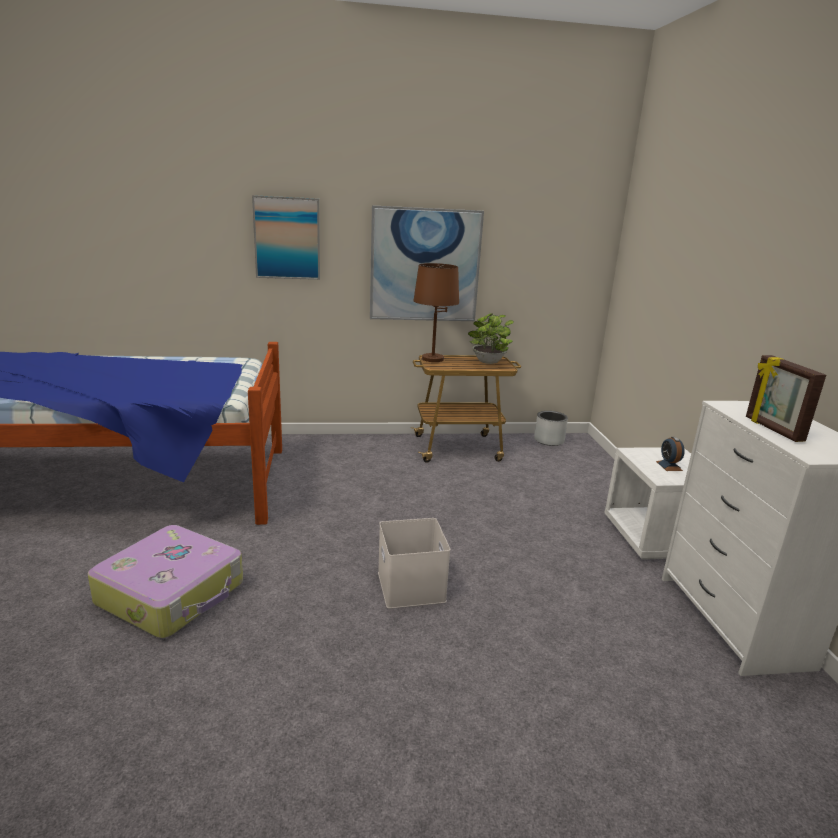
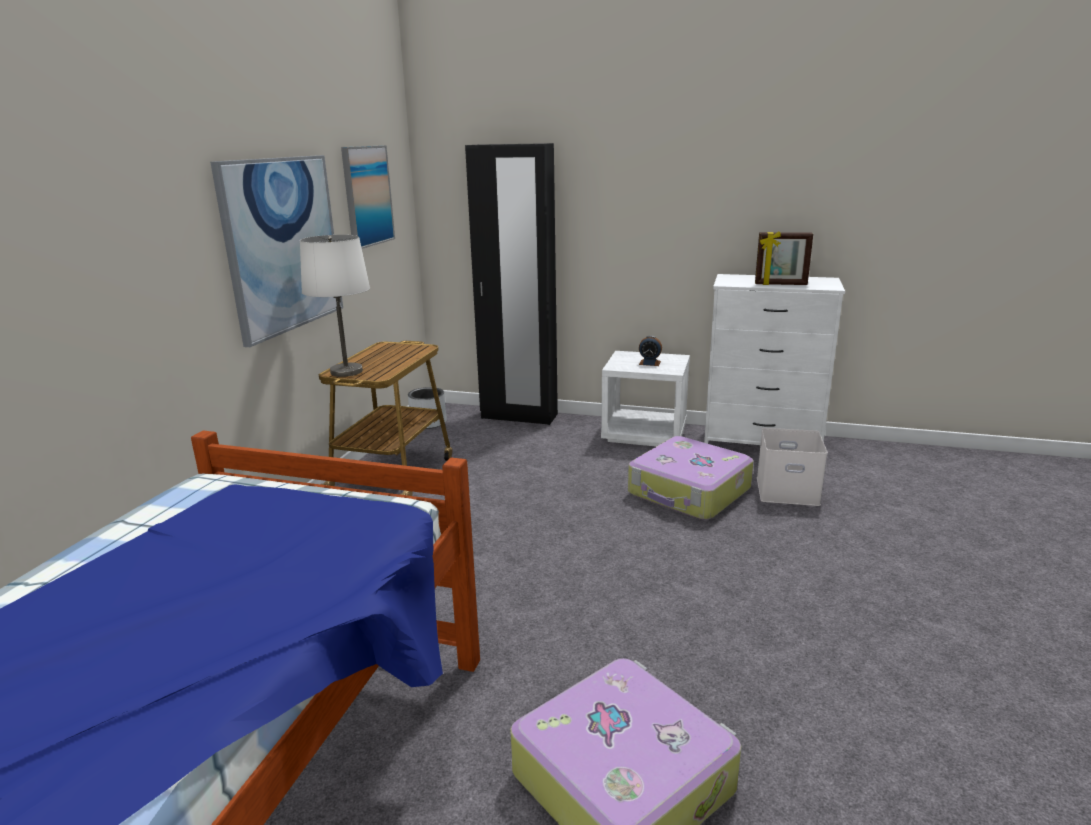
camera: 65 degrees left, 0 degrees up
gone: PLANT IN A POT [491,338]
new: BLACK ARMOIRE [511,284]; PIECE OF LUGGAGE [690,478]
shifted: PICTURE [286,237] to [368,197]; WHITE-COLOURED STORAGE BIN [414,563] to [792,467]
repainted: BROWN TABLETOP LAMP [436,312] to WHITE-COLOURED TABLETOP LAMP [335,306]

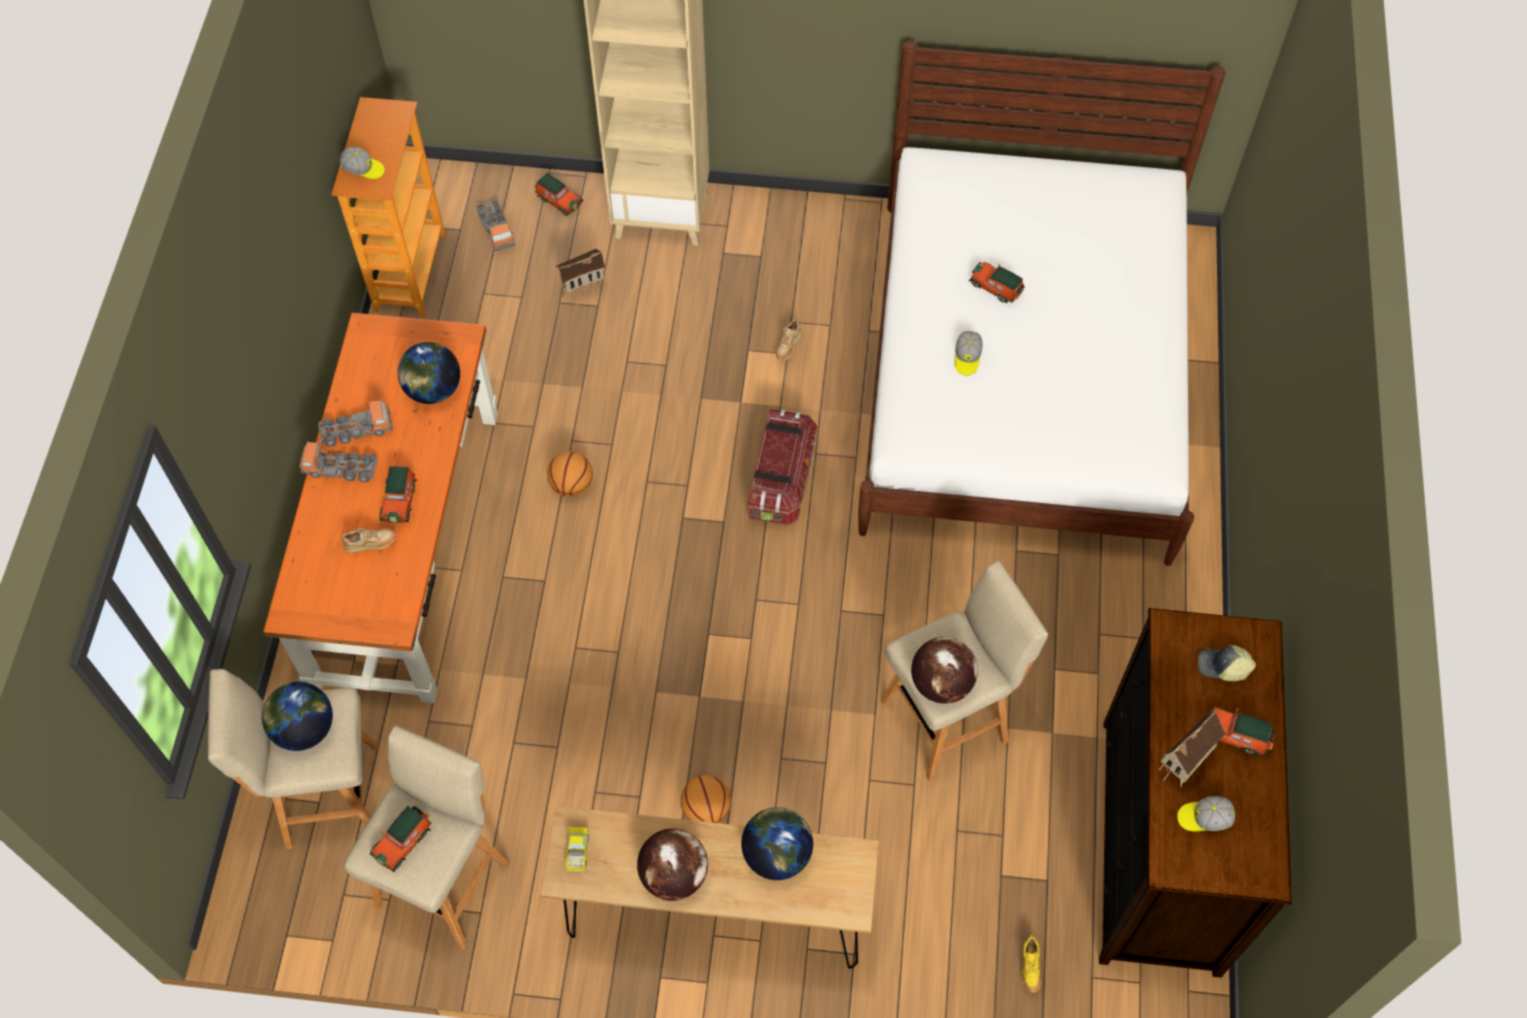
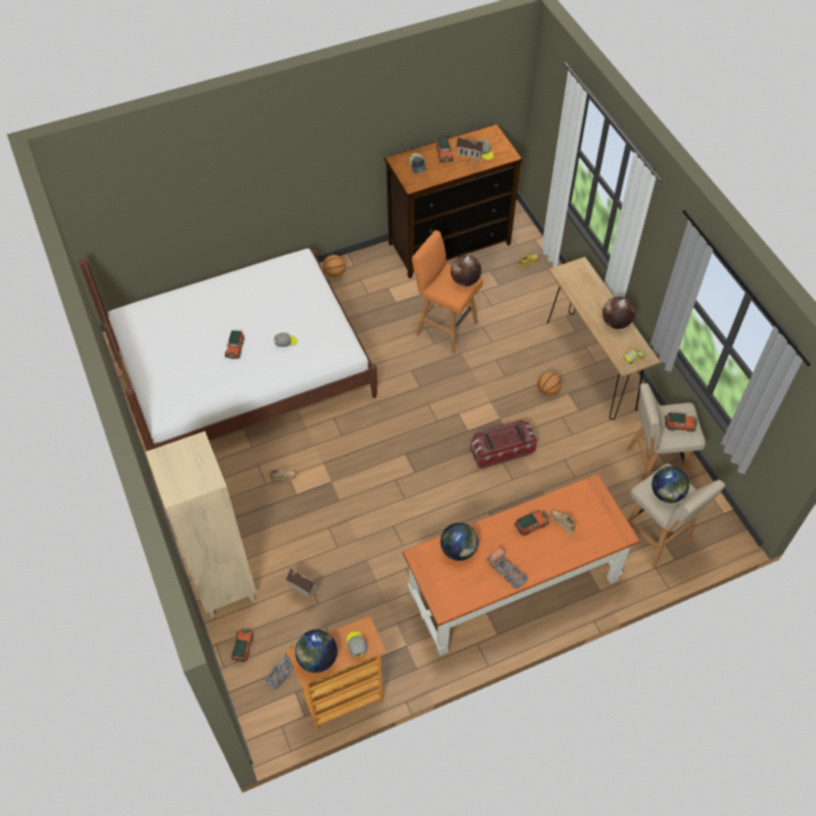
camera: 120 degrees left, 5 degrees down
gone: TOY TRUCK [339,461]
shifted: BASKETBALL [570,474] to [334,266]; DESK GLOBE [777,843] to [316,651]; STORAGE BIN [783,467] to [503,444]
repainted: BEIGE STOOL SEAT [964,671] to ORANGEY STOOL SEAT [447,292]

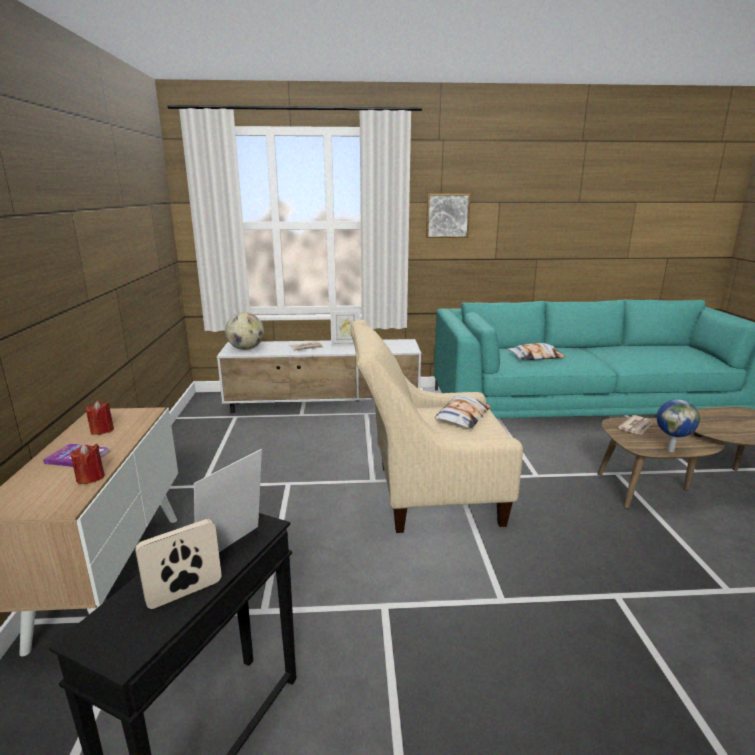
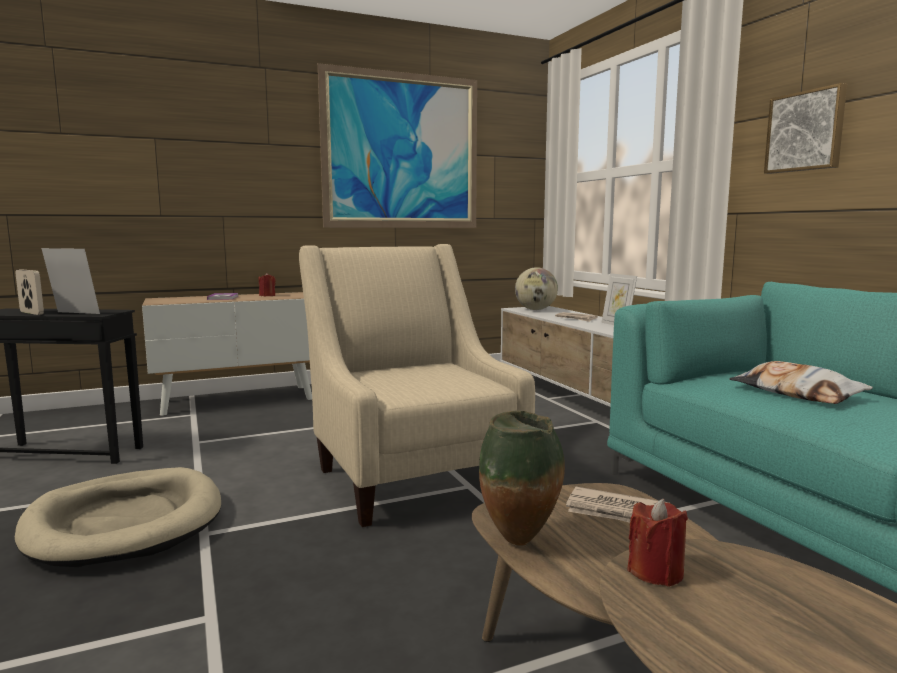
camera: 70 degrees right, 10 degrees down
gone: THROW PILLOW [462,412]
new: BEIGE DOG CUSHION [118,517]; PICTURE [397,145]
shifted: REDDISH CANDLE [87,463] to [657,543]
swapped: DESK GLOBE [678,426] to DECORATIVE VASE [522,478]

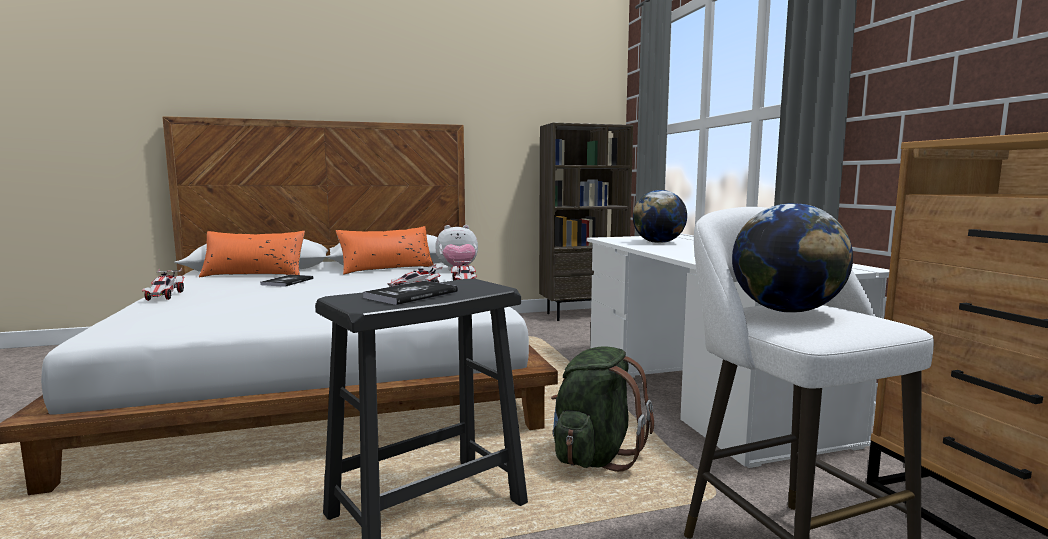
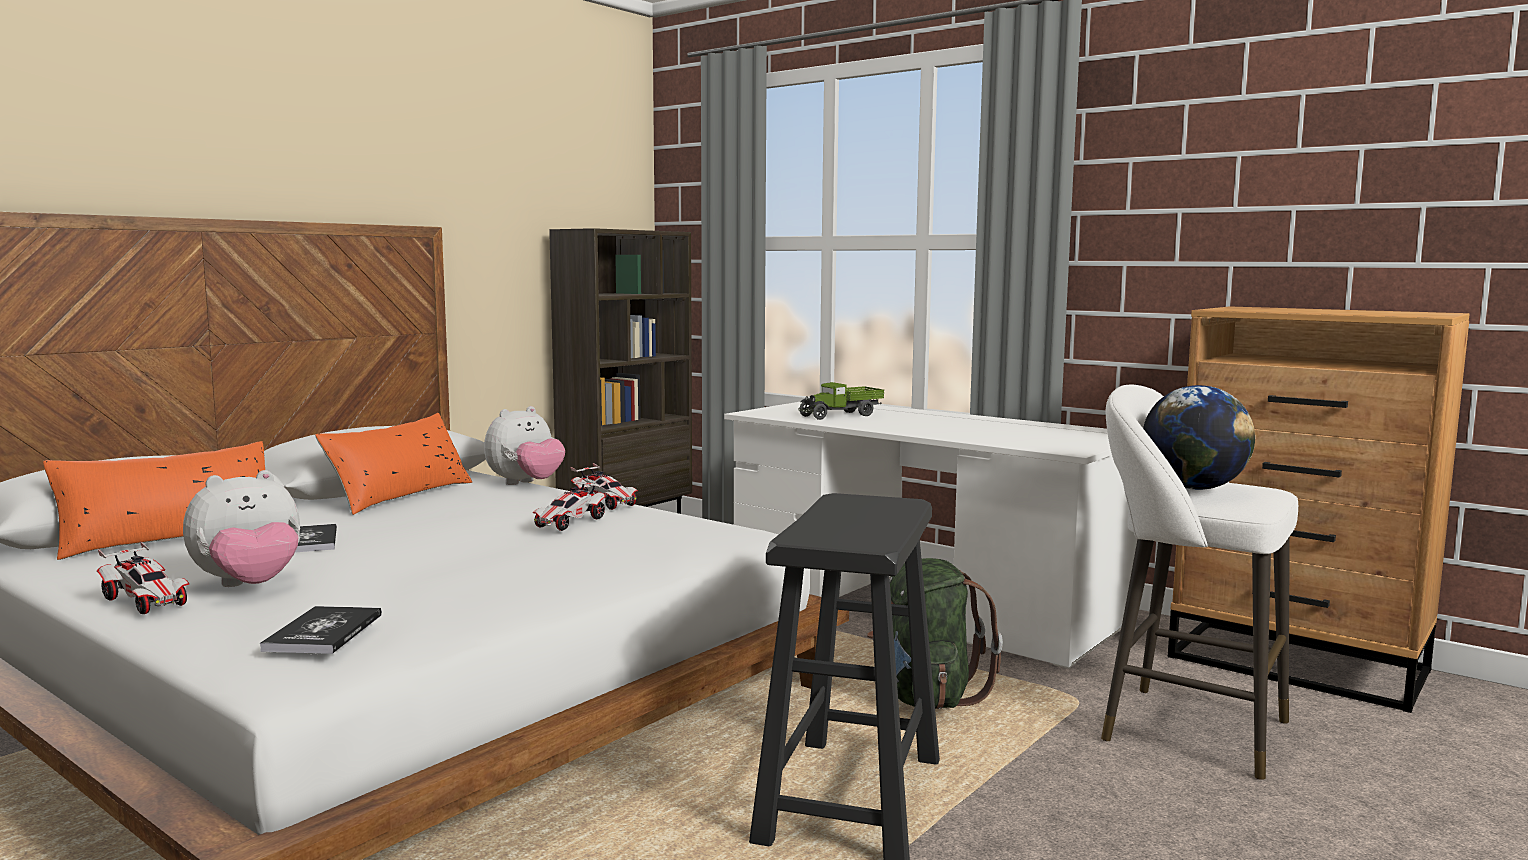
camera: 35 degrees left, 0 degrees up
new: CUDDLY TOY [241,528]
shifted: BOUND BOOK [410,293] to [321,630]
swapped: DESK GLOBE [660,216] to TOY TRUCK [841,401]

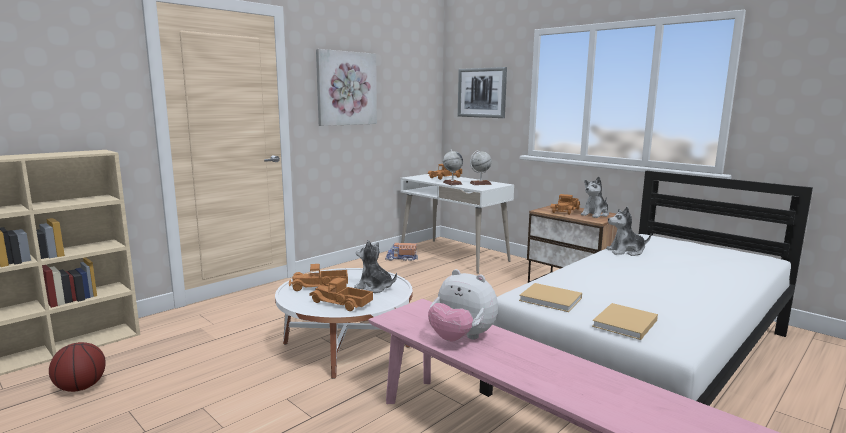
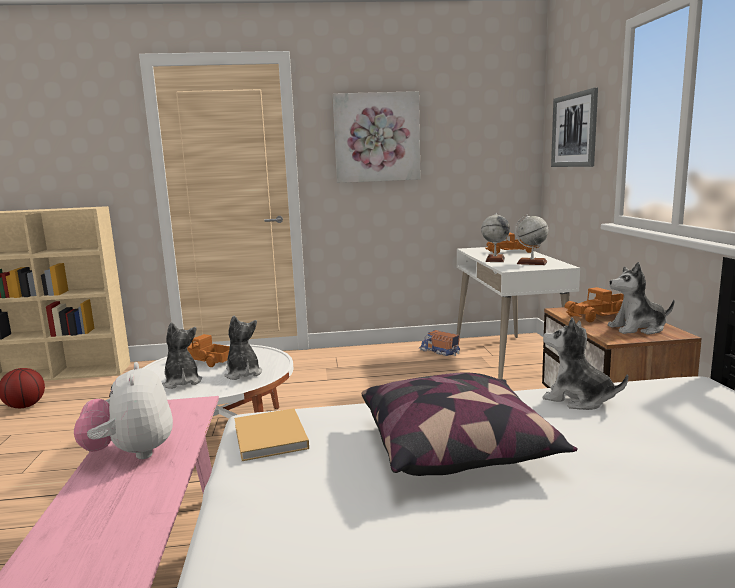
camera: 40 degrees right, 0 degrees up
gone: BEIGE BOUND BOOK [625,321]
new: THROW PILLOW [470,424]
swapped: TOY TRUCK [341,294] to CUDDLY TOY [182,355]

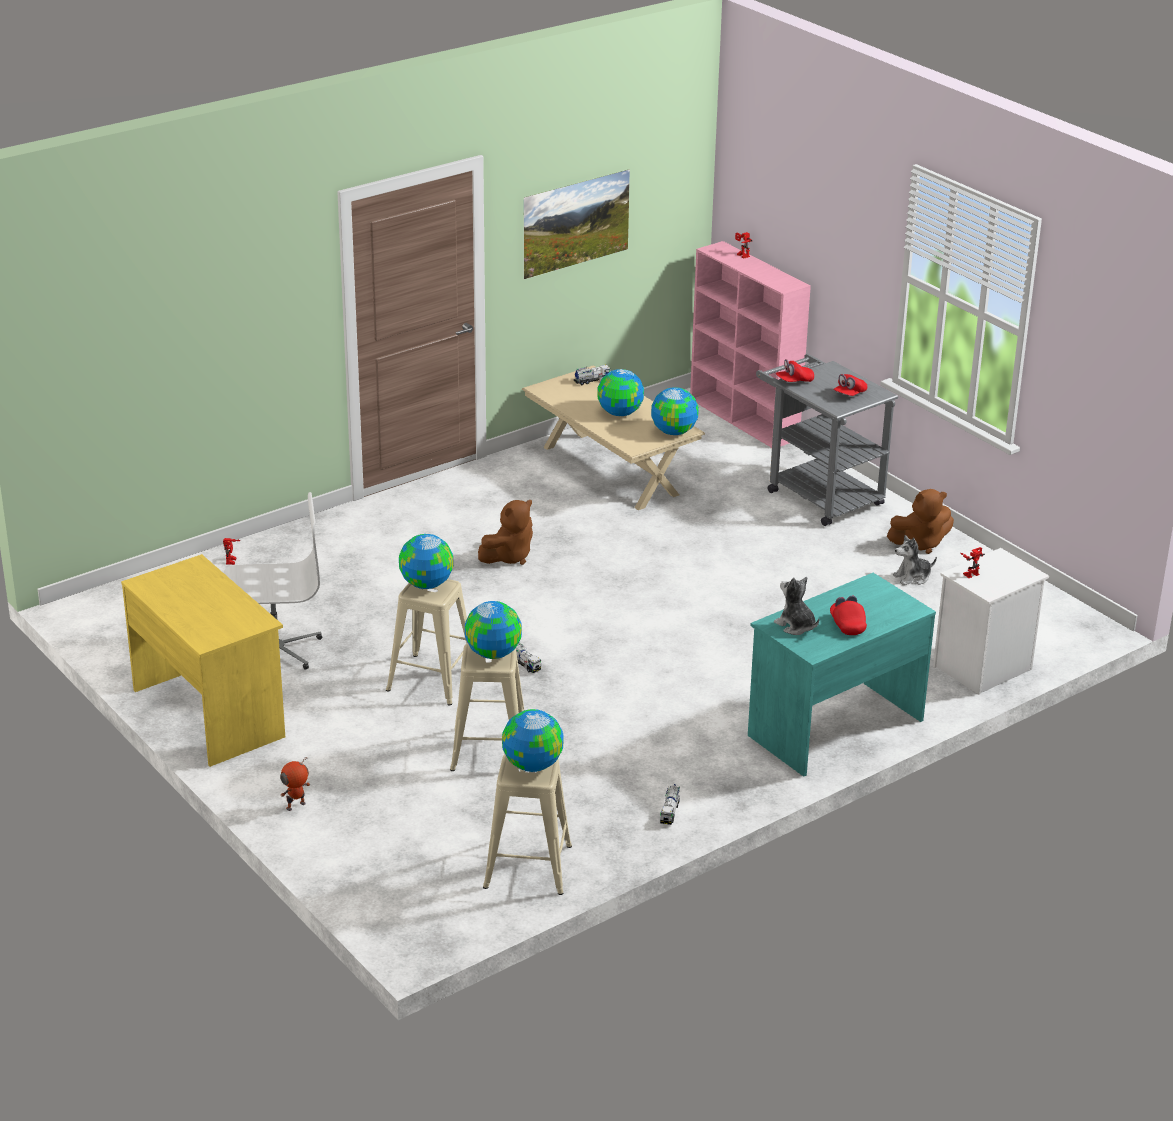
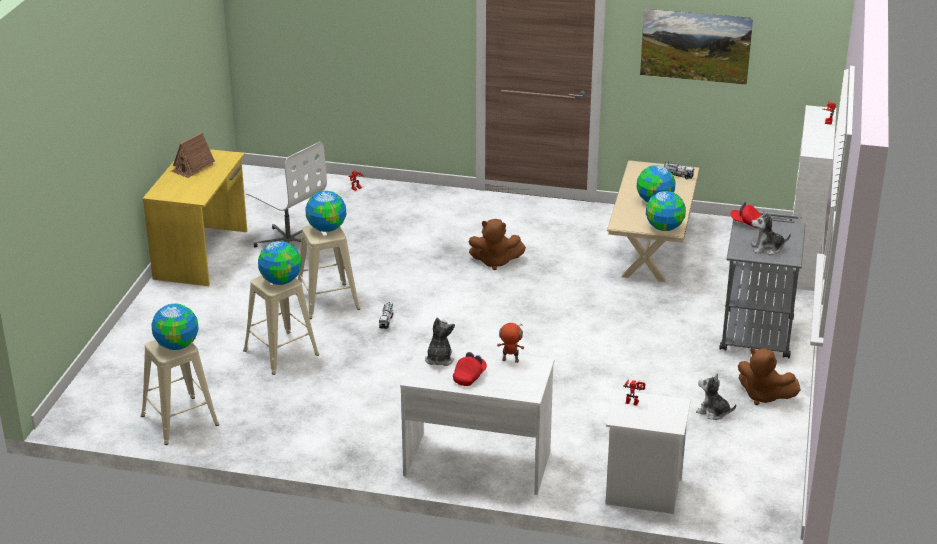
camera: 50 degrees right, 0 degrees up
gone: TOY TRUCK [670,804]
new: TOY HOUSE [193,155]
shifted: TOY ROBOT [295,784] to [510,343]
swapped: REDDISH CAP [850,385] to CUDDLY TOY [771,233]
repainted: PINK BOOKCASE [750,344] to WHITE-COLOURED BOOKCASE [810,198]; TURQUOISE-COLOURED DESK TABLE [842,675] to WHITE-COLOURED DESK TABLE [477,418]

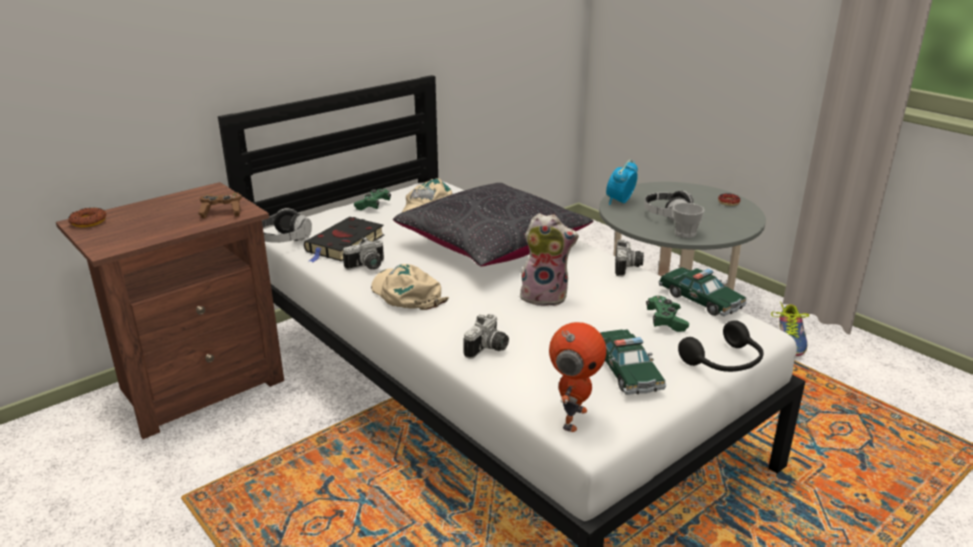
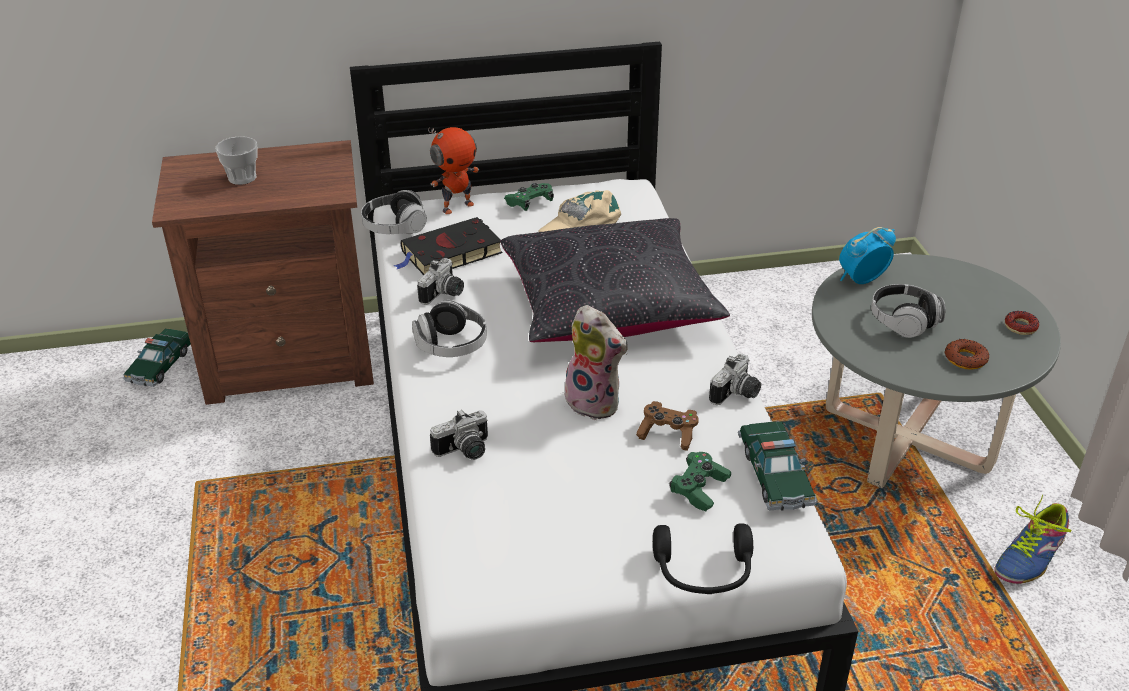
camera: 30 degrees right, 10 degrees up
shifted: RING DOUGHNUT [87,217] to [966,354]; BROWN GAMEPAD [220,205] to [667,426]; TOY ROBOT [577,377] to [453,170]; MINIATURE CAR [633,362] to [157,358]; DRINKING CUP [688,220] to [236,160]
swapped: BEIGE CAP [410,287] to HEADSET [449,328]
rotated: PHOTO CAMERA [363,253] = [440,281] 60 degrees counterclockwise

